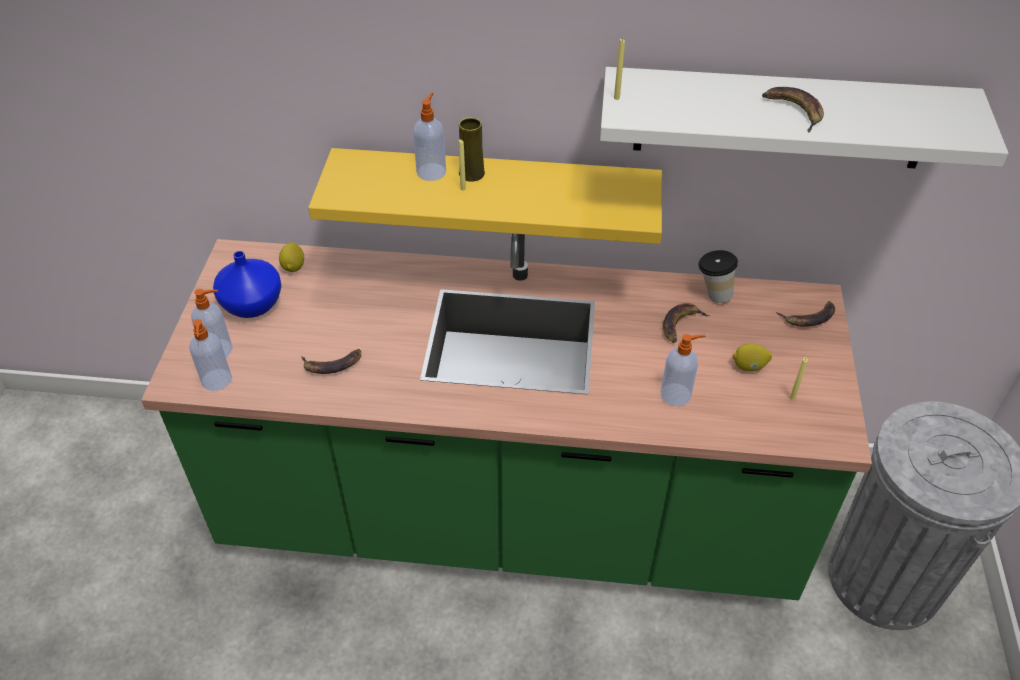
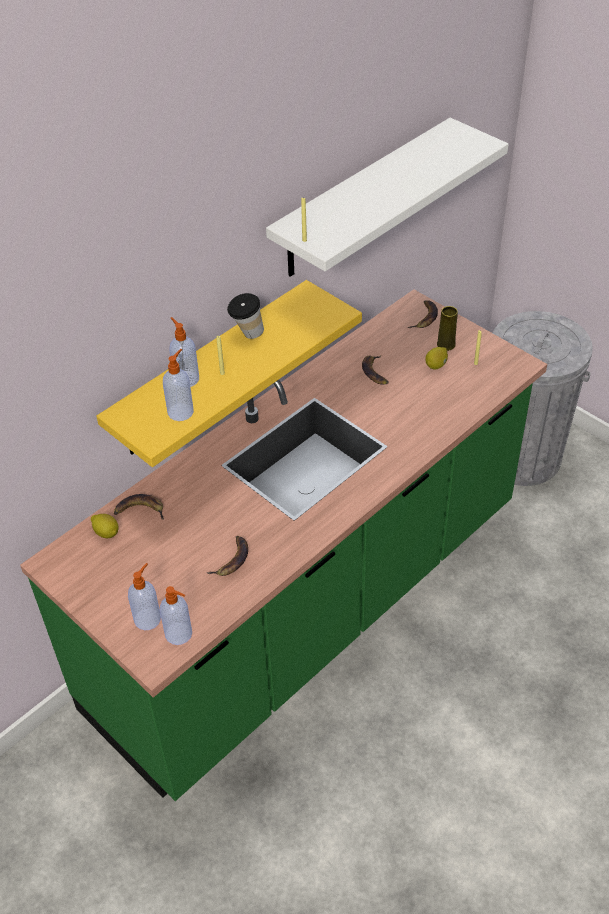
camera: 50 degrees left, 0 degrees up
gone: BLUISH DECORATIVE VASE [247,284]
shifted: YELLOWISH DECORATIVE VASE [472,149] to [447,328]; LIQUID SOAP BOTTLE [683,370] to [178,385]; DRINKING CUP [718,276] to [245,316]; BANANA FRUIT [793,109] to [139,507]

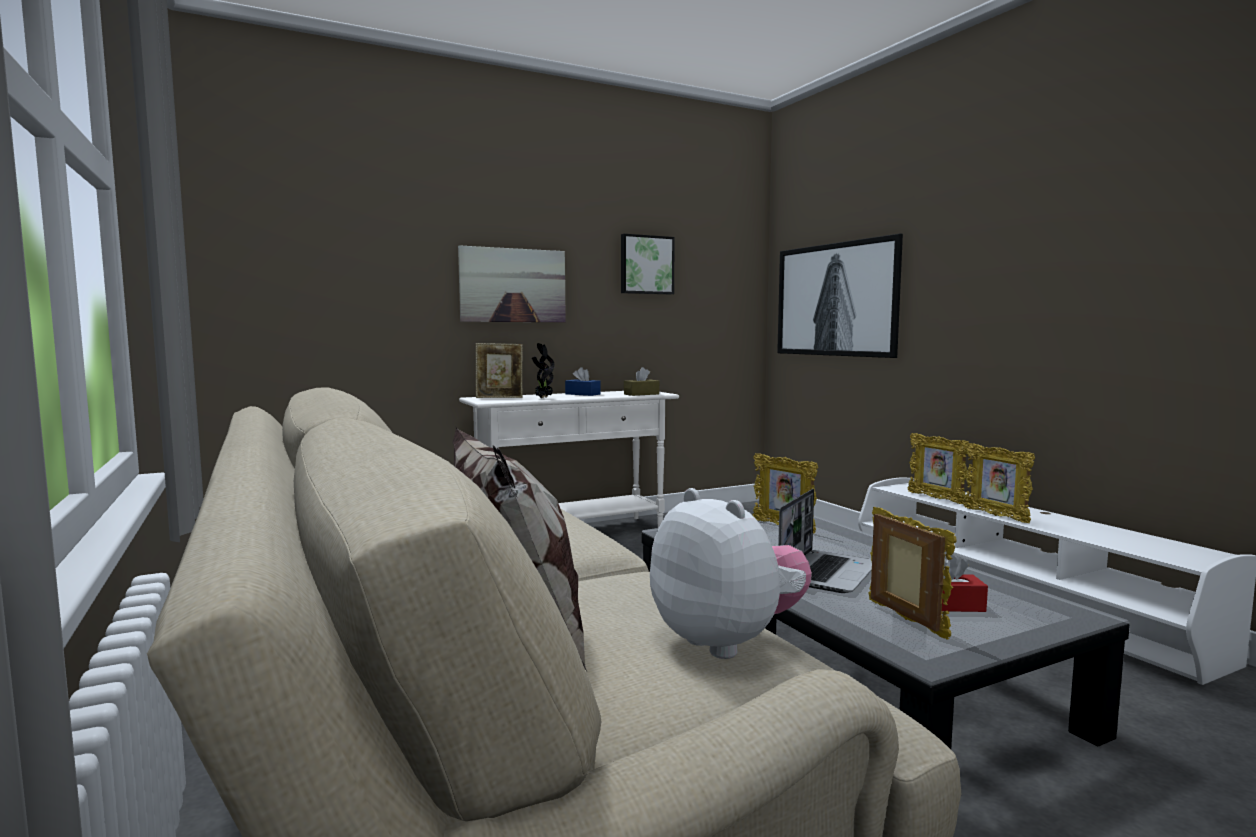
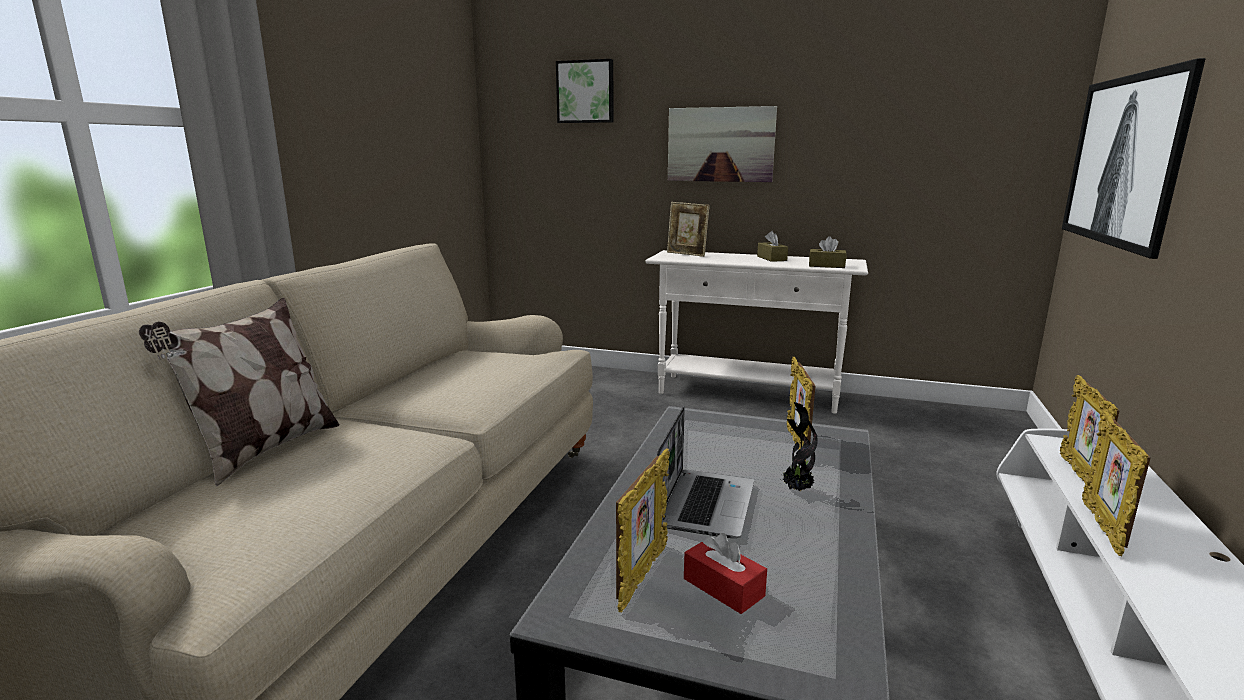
camera: 45 degrees right, 10 degrees up
gone: CUDDLY TOY [731,573]
shifted: PLANT IN A POT [543,370] to [799,446]; PICTURE [648,264] to [585,91]
repainted: BLUISH TISSUE HOLDER [583,381] to BROWN TISSUE HOLDER [772,246]
rotated: NOTEBOOK COMPUTER [825,541] = [705,472] 60 degrees counterclockwise

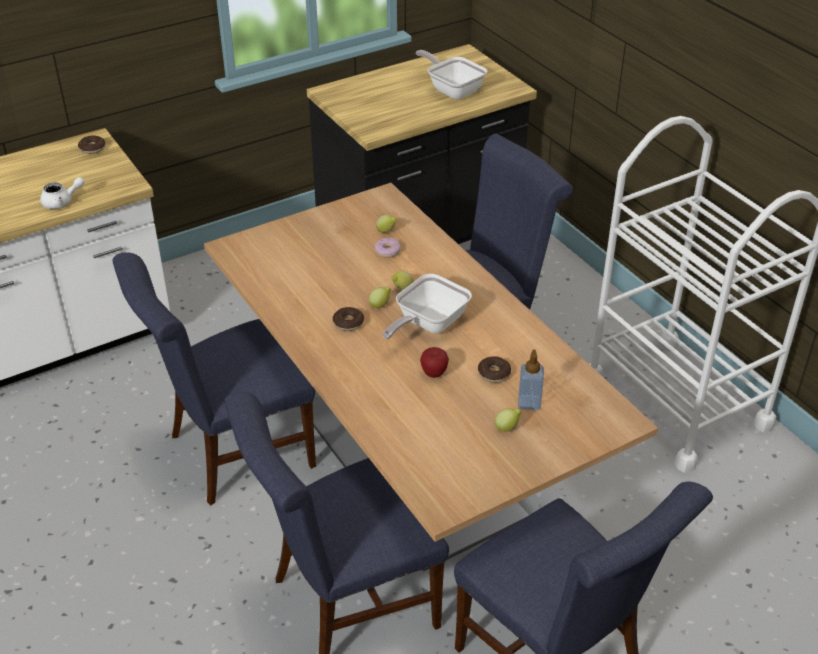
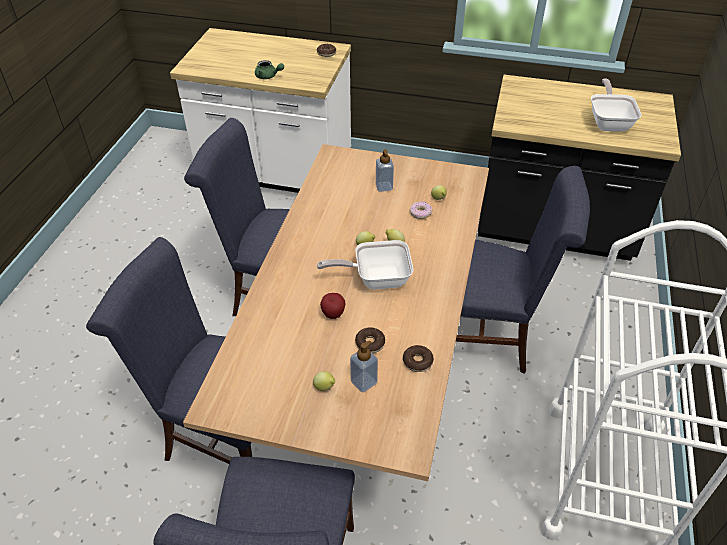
camera: 45 degrees right, 5 degrees up
new: LIQUID SOAP BOTTLE [385,170]
shifted: RING DOUGHNUT [348,319] to [418,358]
repainted: WHITE-COLOURED TEAPOT [62,193] to GREEN TEAPOT [269,69]

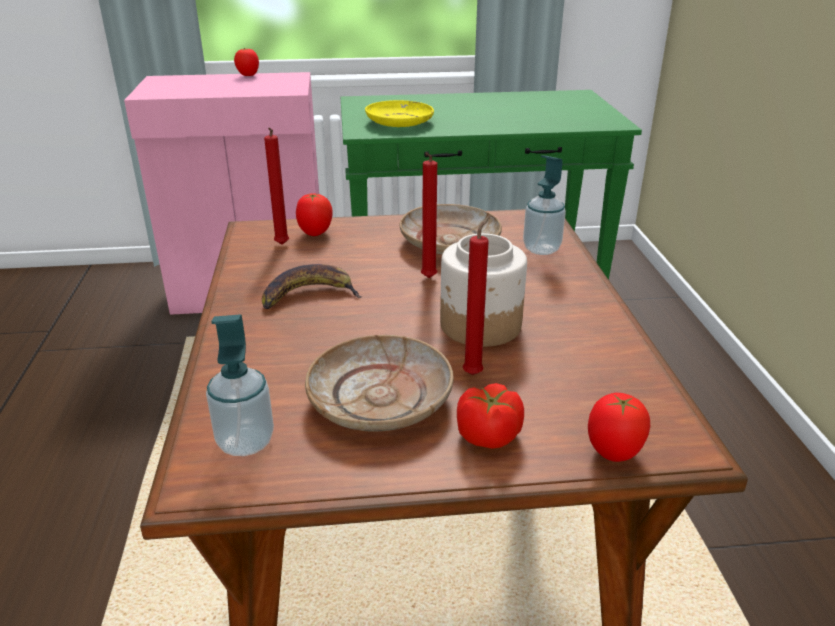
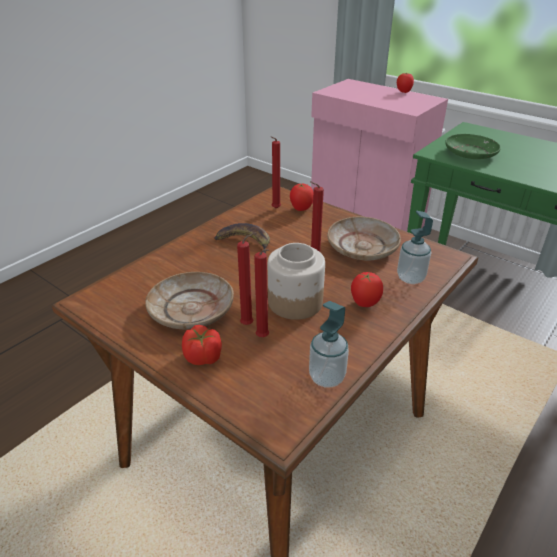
camera: 45 degrees right, 5 degrees up
new: REDDISH CANDLE [261,293]
shifted: LIQUID SOAP BOTTLE [240,385] to [329,344]; FRESH TOMATO [619,427] to [367,289]
repainted: YELLOWISH DINNER PLATE [399,113] to GREEN DINNER PLATE [473,146]

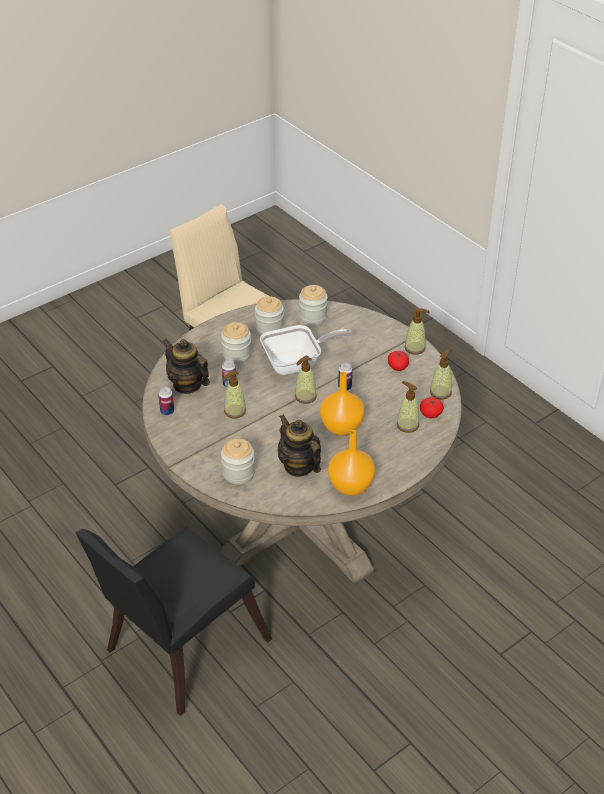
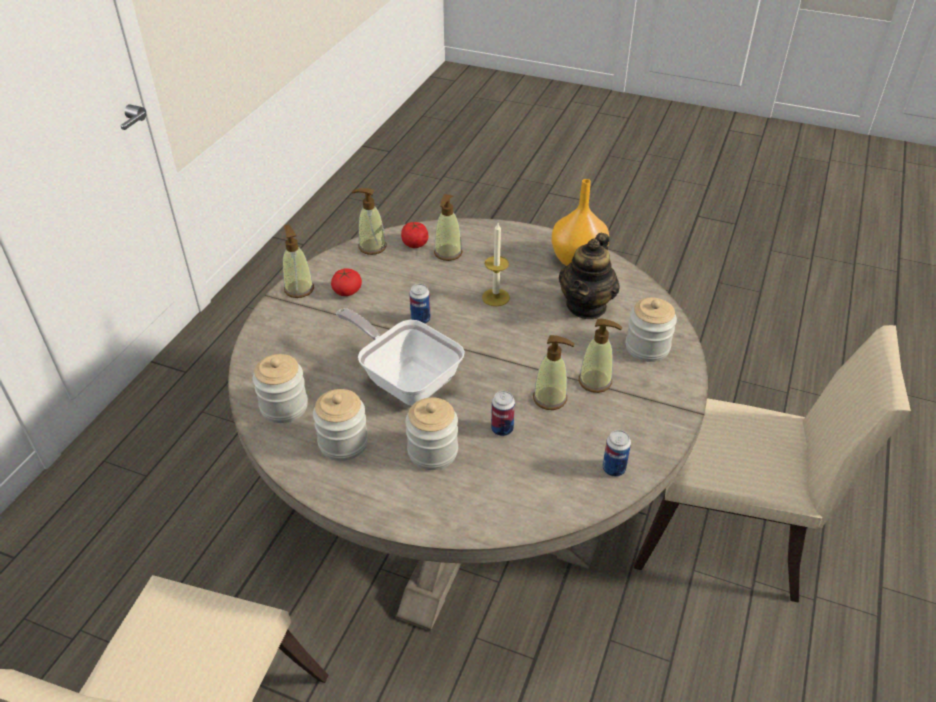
camera: 120 degrees left, 0 degrees up
gone: TEAPOT [186,366]
shifted: LIQUID SOAP BOTTLE [306,380] to [600,356]
swapped: ORANGEY DECORATIVE VASE [342,403] to CANDLE [496,264]
repainted: BLACK CHAIR [174,621] to BEIGE CHAIR [772,464]

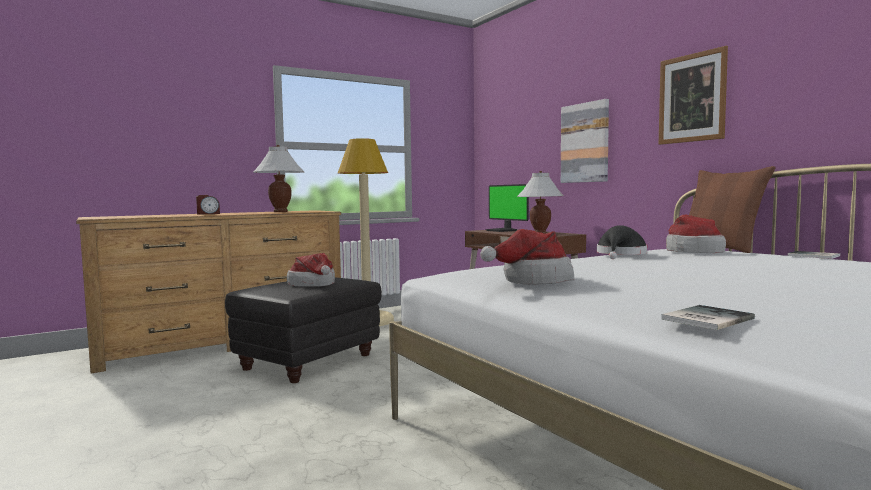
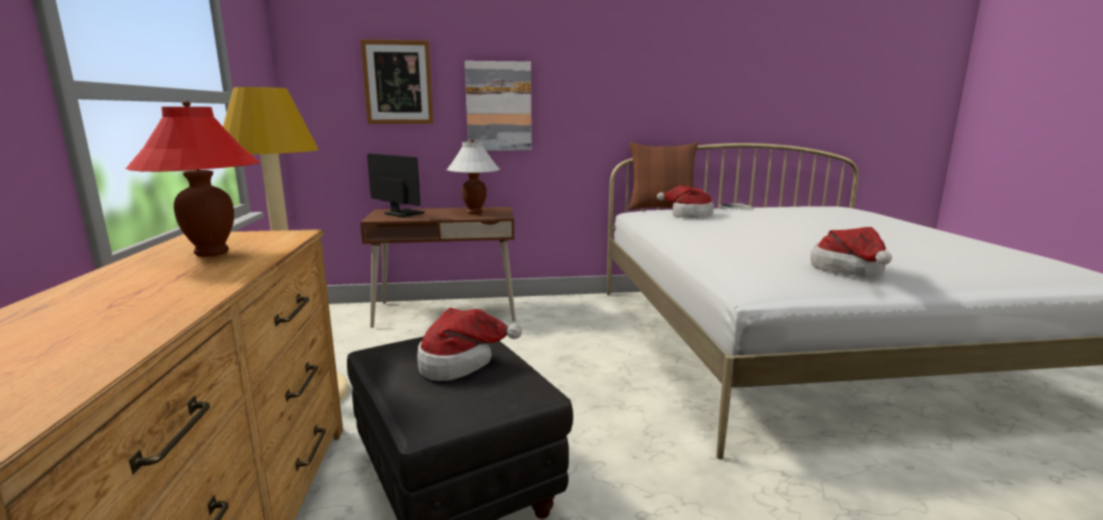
camera: 65 degrees left, 10 degrees up
gone: TABLE CLOCK [208,205]; BLACK WEARABLE HAT [622,242]; BOUND BOOK [708,317]
shifted: PICTURE [693,95] to [397,81]
repainted: WHITE-COLOURED TABLETOP LAMP [278,178] to REDDISH TABLETOP LAMP [193,179]
rotated: COMPUTER DISPLAY [507,208] = [396,185] 135 degrees counterclockwise

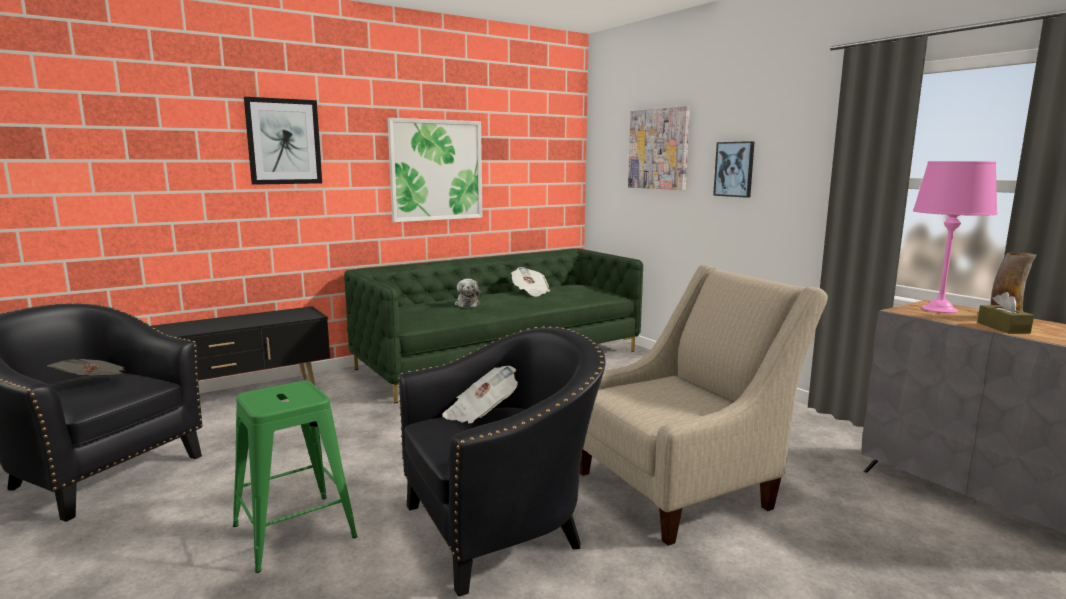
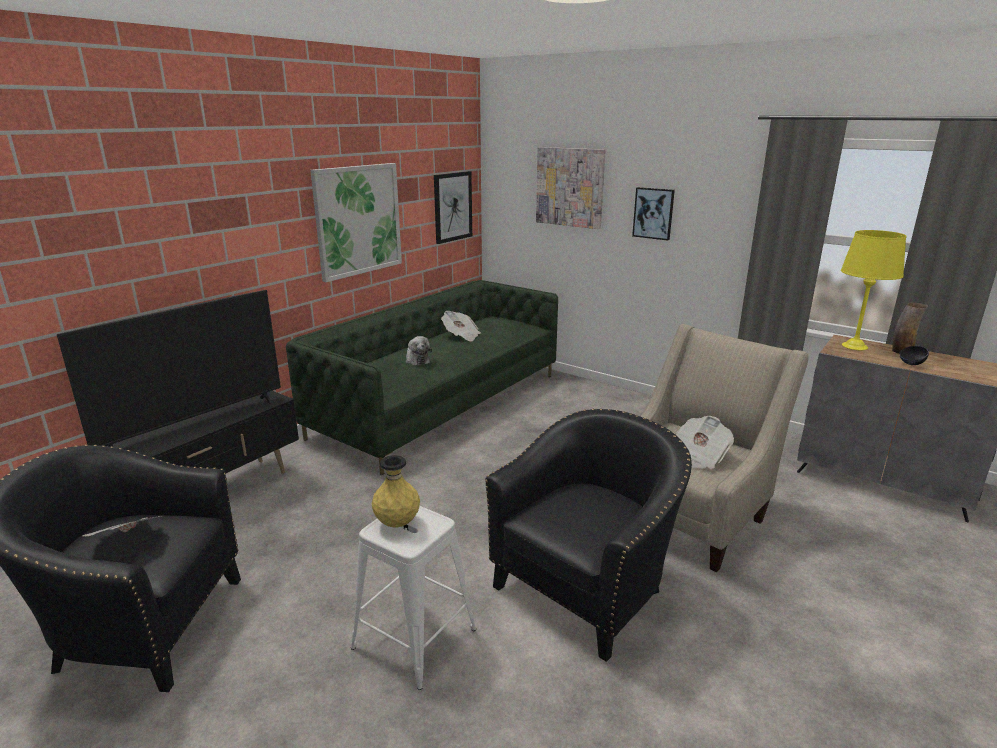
camera: 20 degrees left, 10 degrees up
new: TELEVISION [169,368]; YELLOWISH DECORATIVE VASE [396,491]
shifted: PICTURE [283,141] to [453,207]; PRINTED PAPER [480,395] to [704,442]
swapped: BROWN TISSUE HOLDER [1005,313] to BLACK SERVING BOWL [914,355]
repainted: GREEN STOOL SEAT [295,477] to WHITE-COLOURED STOOL SEAT [413,598]; PINK TABLETOP LAMP [955,237] to YELLOWISH TABLETOP LAMP [873,290]

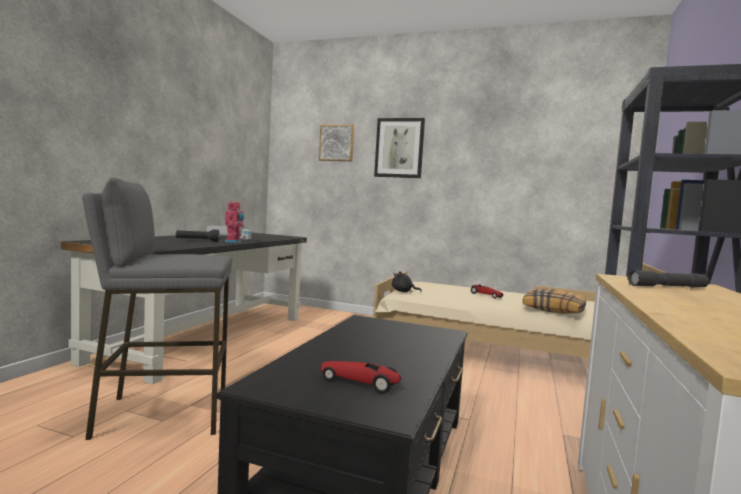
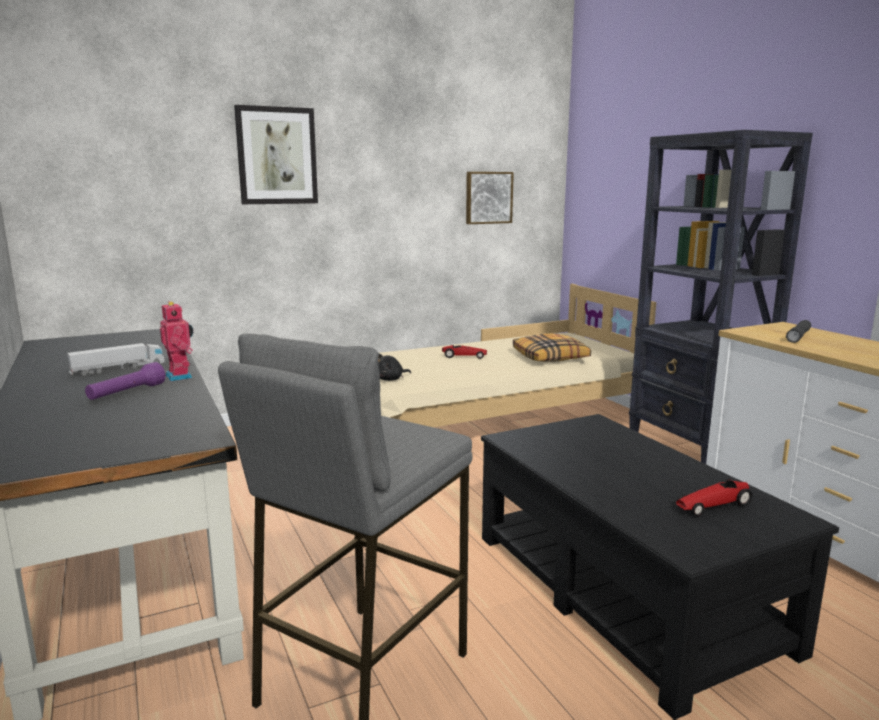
camera: 45 degrees left, 10 degrees up
shifted: PICTURE [336,143] to [490,198]
repainted: BLACK HAND TORCH [197,236] to PURPLISH HAND TORCH [125,381]

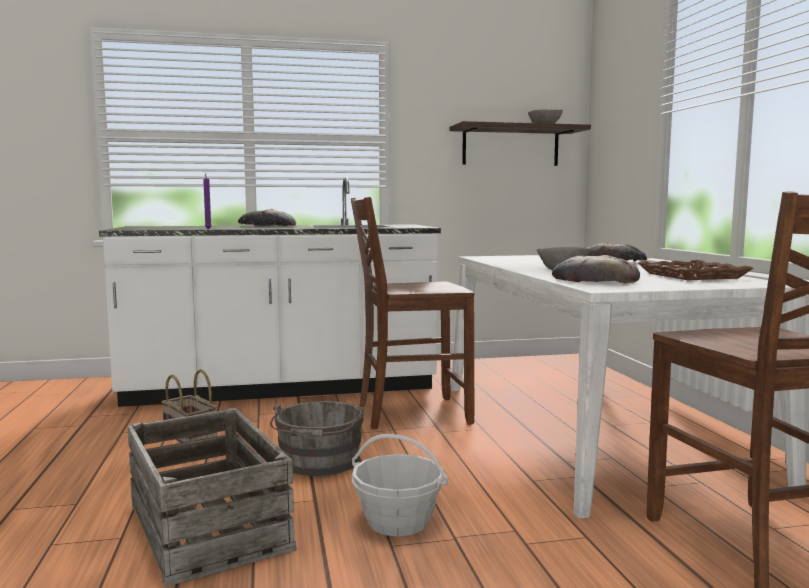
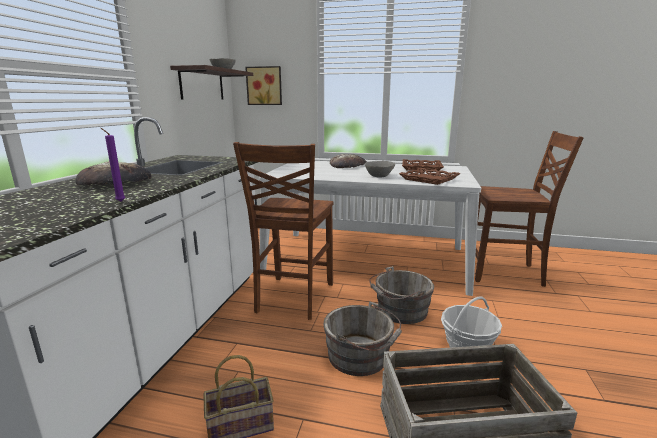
camera: 65 degrees left, 10 degrees up
new: PICTURE [263,85]; GREY BUCKET [401,295]
swapped: BAKERY BREAD [596,269] to BROWN CARRYING TRAY [429,176]

